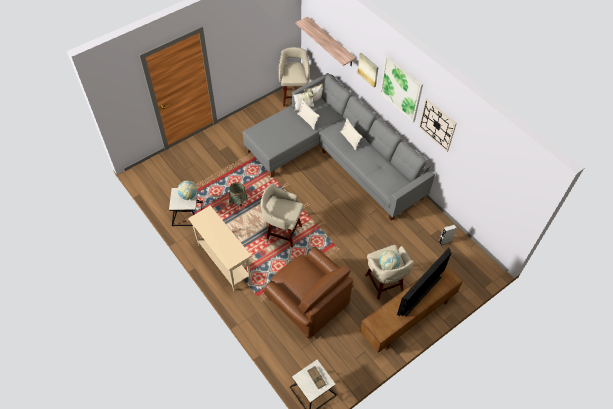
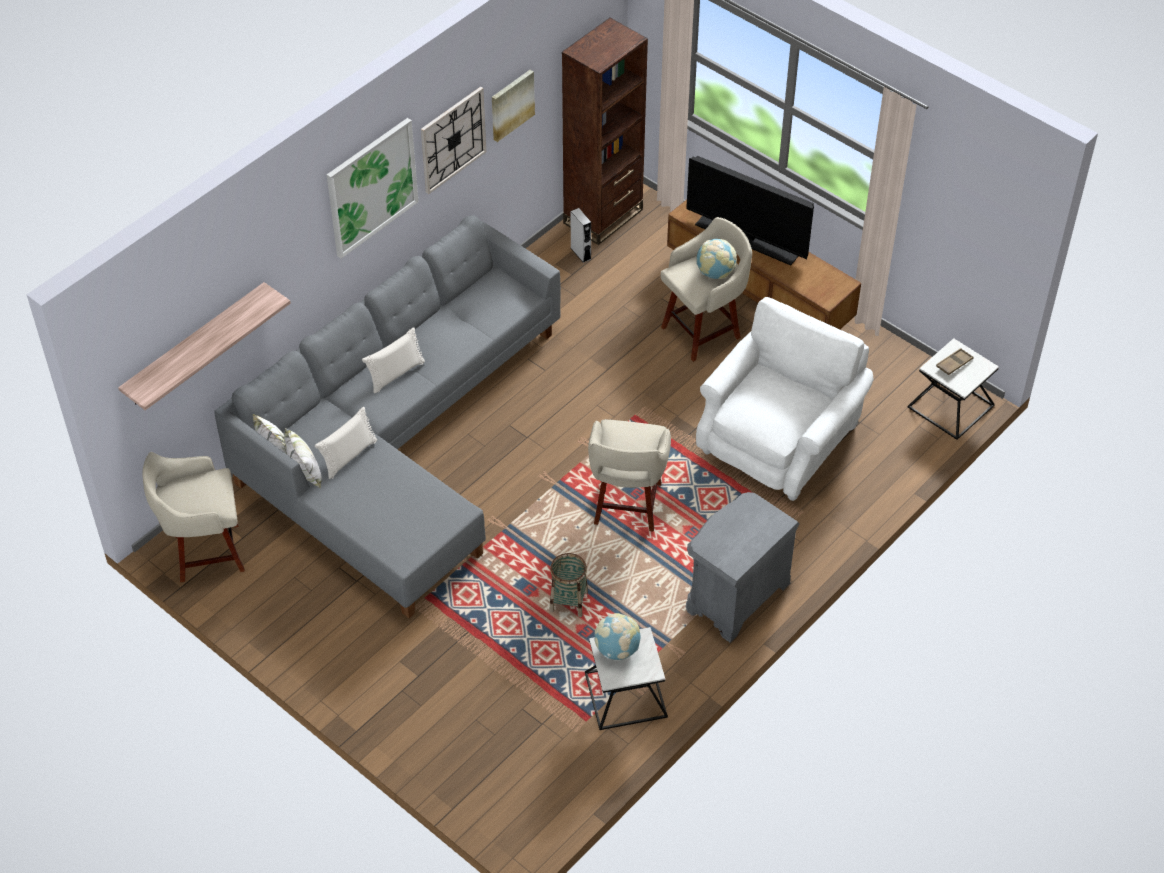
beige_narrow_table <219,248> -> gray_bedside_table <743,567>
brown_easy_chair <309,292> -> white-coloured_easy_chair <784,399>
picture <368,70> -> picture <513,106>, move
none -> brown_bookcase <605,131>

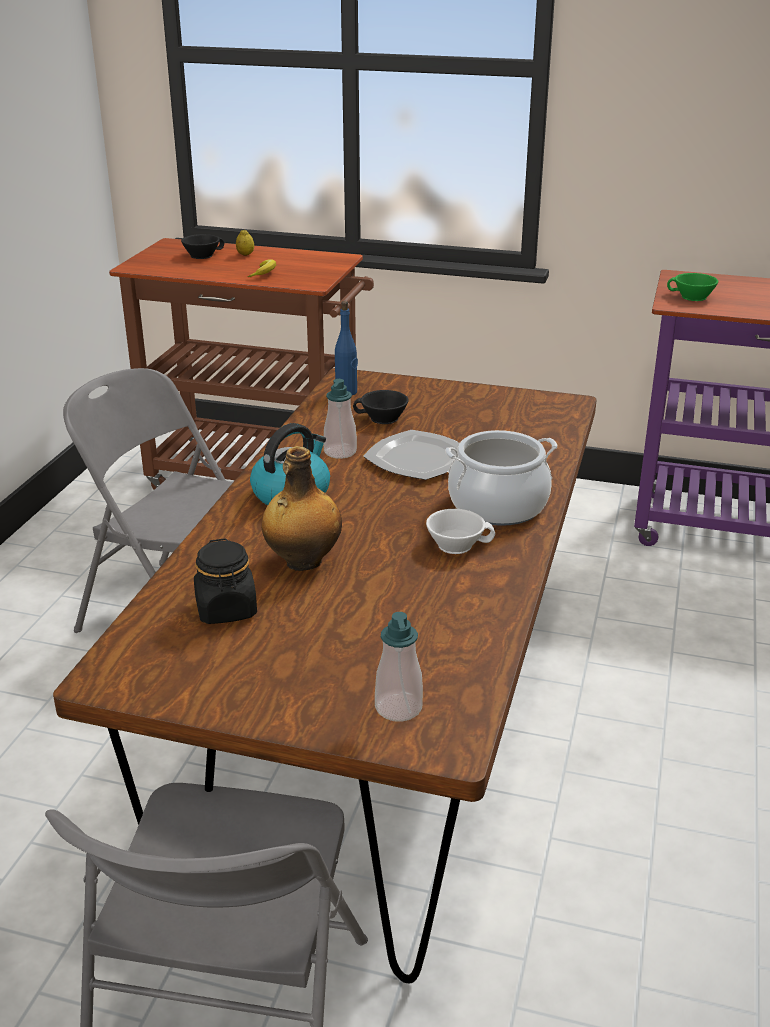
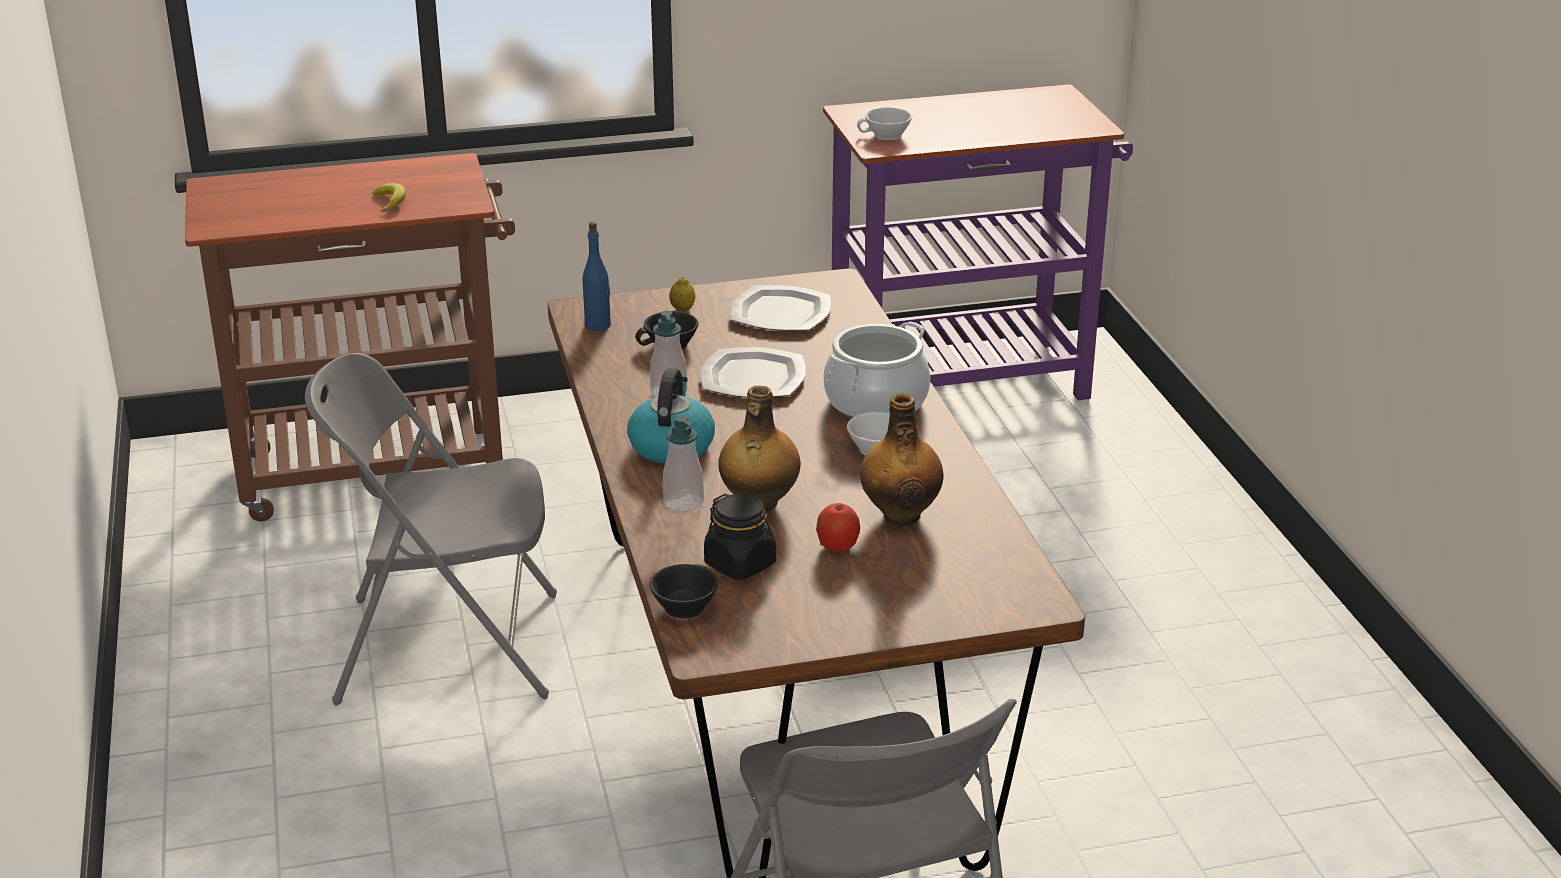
black_drinking_cup <202,246> -> black_drinking_cup <684,591>, move
whole_lemon <245,242> -> whole_lemon <682,294>, move
soap_dispenser <399,667> -> soap_dispenser <683,463>, move
greenish_drinking_cup <692,287> -> white-coloured_drinking_cup <884,123>
none -> plate <780,308>
none -> apple <838,527>
none -> drink_bottle <902,459>

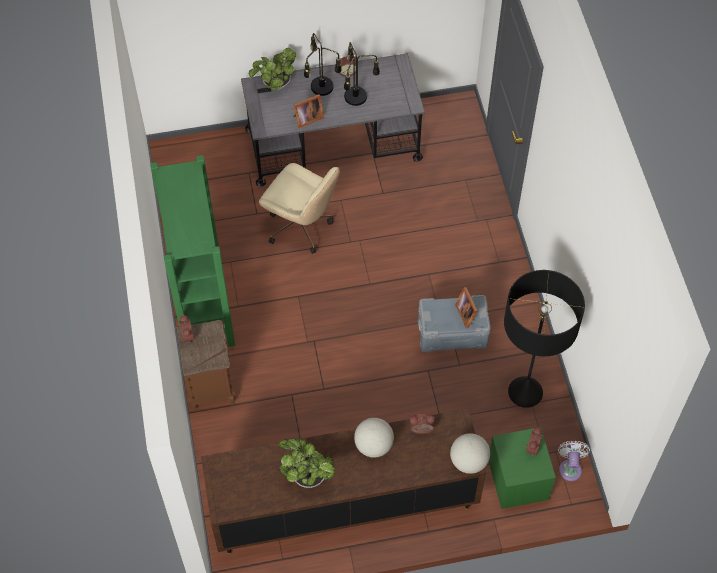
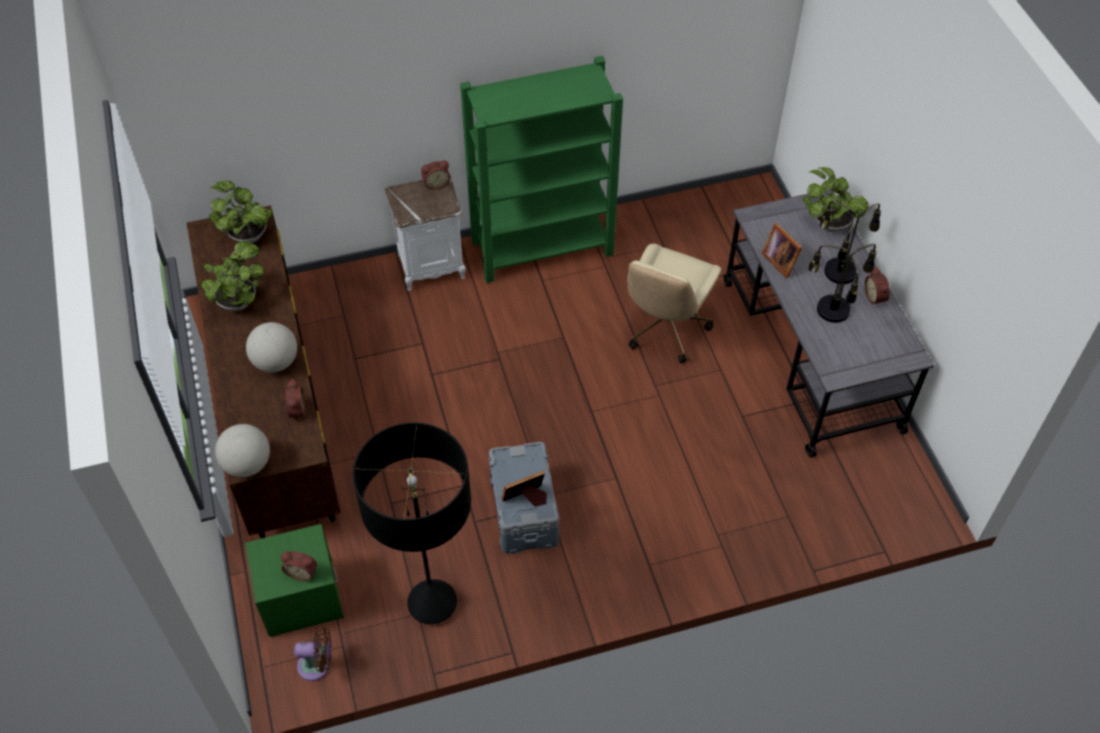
brown_bedside_table <206,365> -> white-coloured_bedside_table <425,233>
white-coloured_cooling_fan <574,461> -> brown_cooling_fan <313,654>
none -> houseplant <241,212>

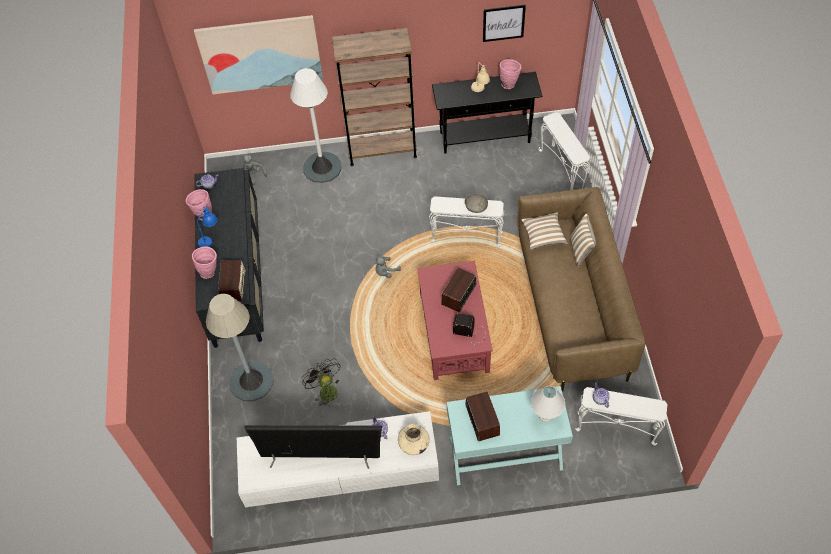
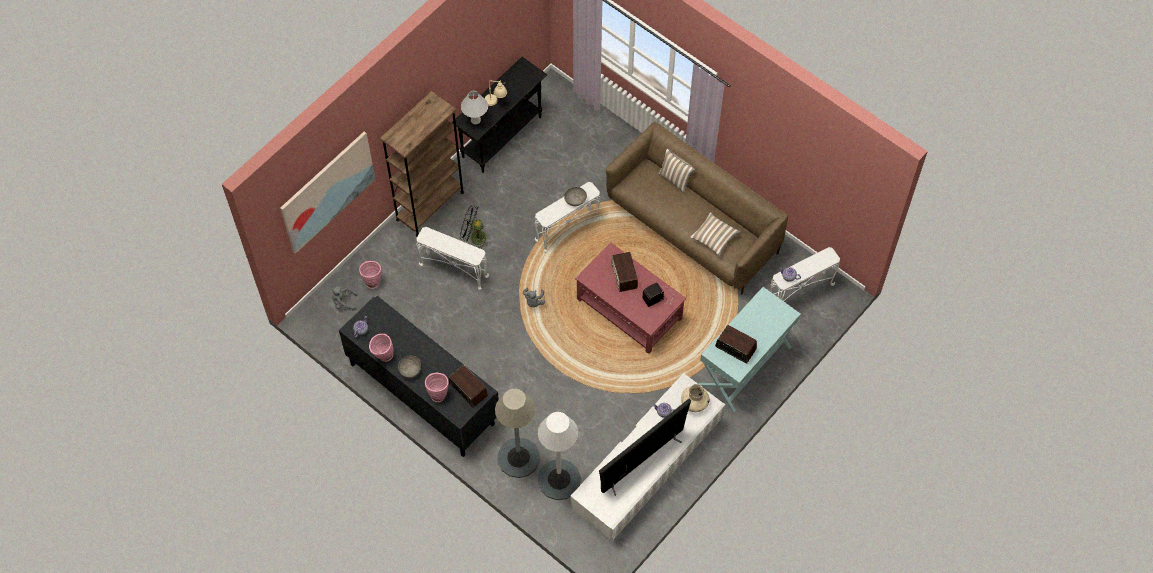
blue_tabletop_lamp <207,227> -> gray_serving_bowl <409,366>
white-coloured_standard_lamp <316,125> -> white-coloured_standard_lamp <559,456>, move
black_cooling_fan <321,382> -> black_cooling_fan <475,226>, move
picture <504,23> -> none
pink_vase <510,74> -> pink_vase <370,275>, move
pillow <544,231> -> pillow <715,234>, move
white-coloured_tabletop_lamp <548,404> -> white-coloured_tabletop_lamp <474,108>, move
white-coloured_side_table <564,151> -> white-coloured_side_table <452,258>, move

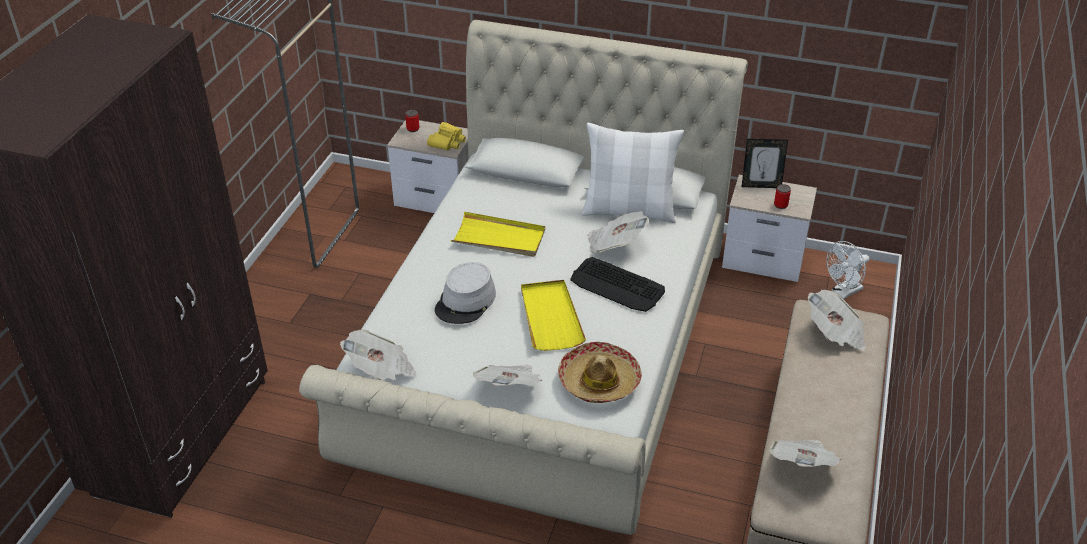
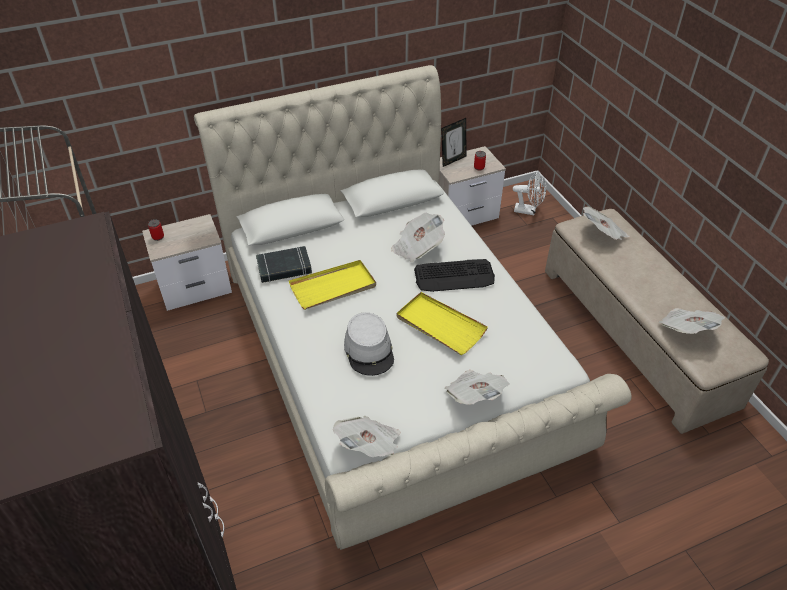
yellow-coloured_field_glasses <446,136> -> none
wearable_hat <600,372> -> none
white-coloured_pillow <632,173> -> none
white-coloured_cooling_fan <848,270> -> white-coloured_cooling_fan <529,193>, 90 degrees counterclockwise
none -> black_bound_book <284,264>

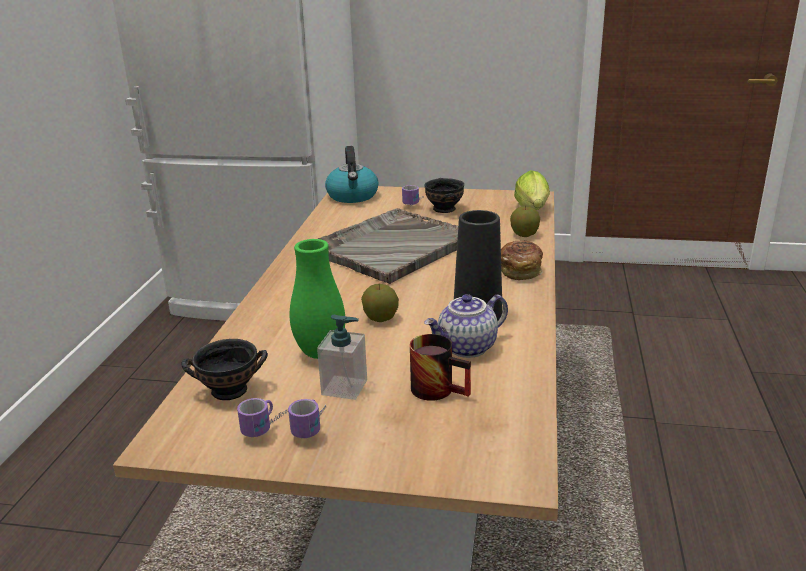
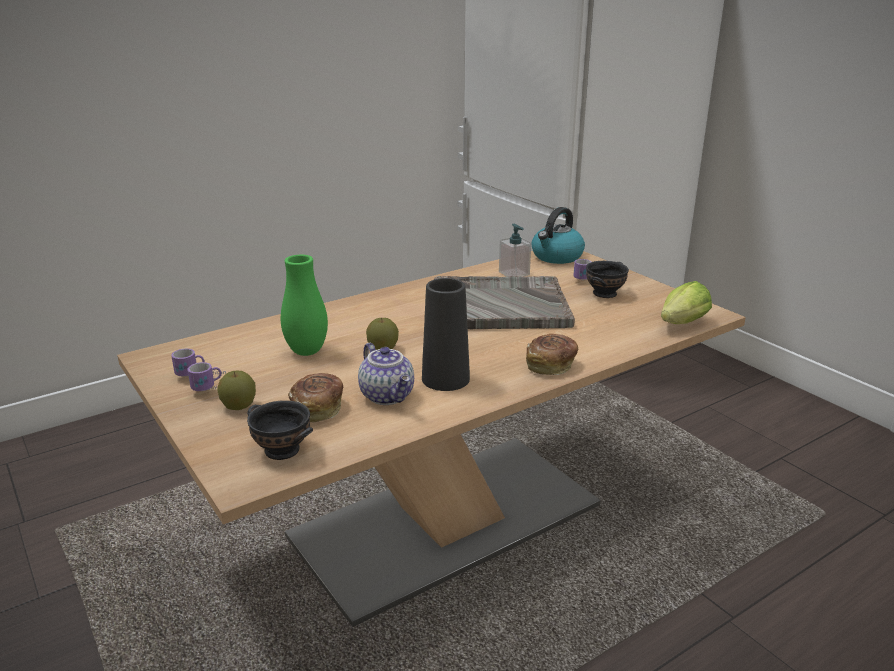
black_serving_bowl <224,369> -> black_serving_bowl <280,430>, move
soap_dispenser <342,357> -> soap_dispenser <515,250>, move
coffee_mug <440,367> -> bakery_bread <315,397>
tea_pot <466,326> -> tea_pot <386,374>, 135 degrees counterclockwise
apple <525,222> -> apple <236,390>, move

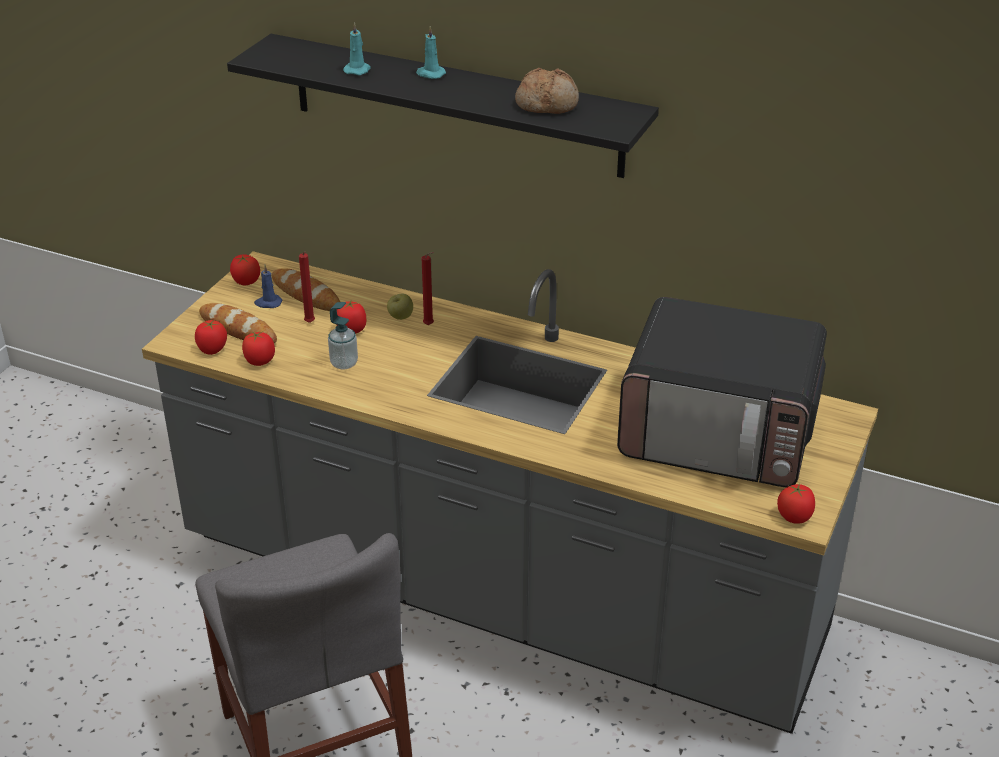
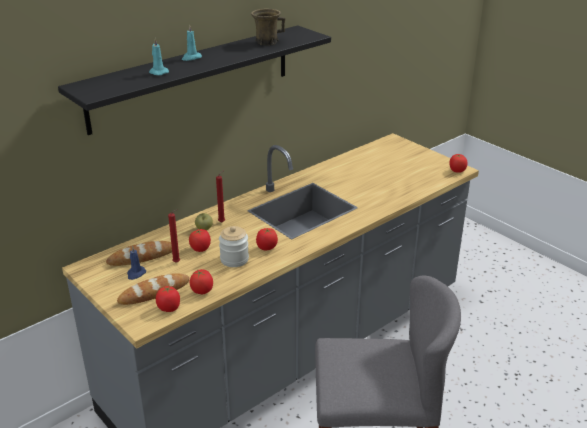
fresh_tomato <245,269> -> fresh_tomato <267,239>, move
soap_dispenser <343,336> -> preserve_jar <234,246>
bakery_bread <547,91> -> brown_coffee_mug <268,27>
microwave <722,392> -> none

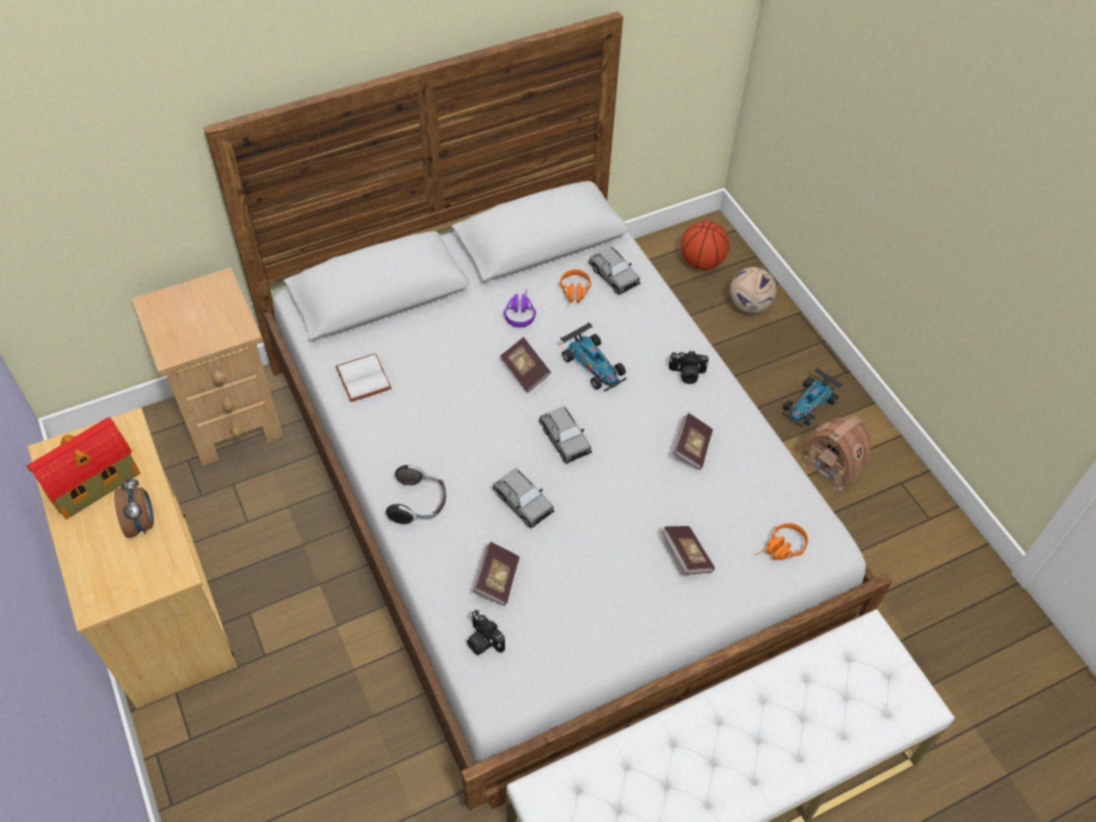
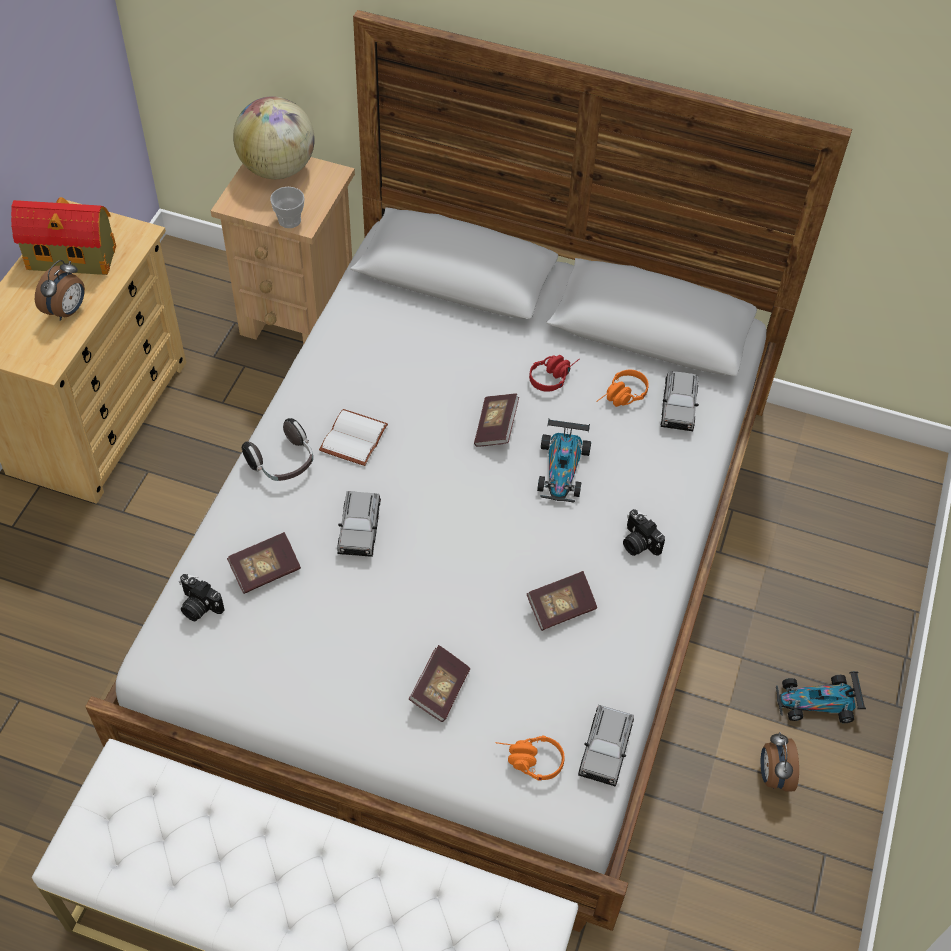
white-coloured_bound_book <363,377> -> white-coloured_bound_book <353,437>, move
still_camera <486,632> -> still_camera <202,598>, 60 degrees counterclockwise
purple-coloured_headset <520,308> -> red_headset <554,373>
gray_model_car <565,435> -> gray_model_car <606,746>, move
basketball <705,245> -> none
football_ball <753,290> -> none
miniature_house <835,453> -> bedside_clock <780,761>
none -> globe <274,137>
none -> drinking_cup <287,207>

